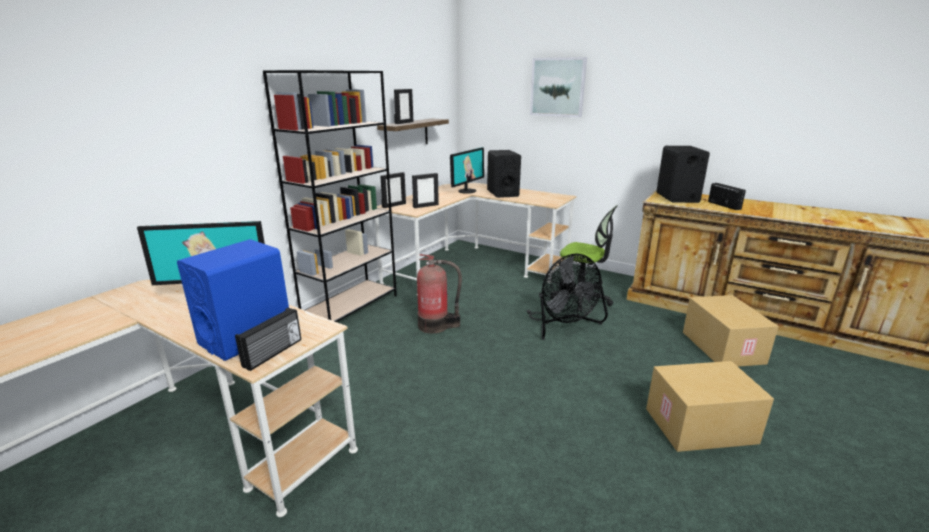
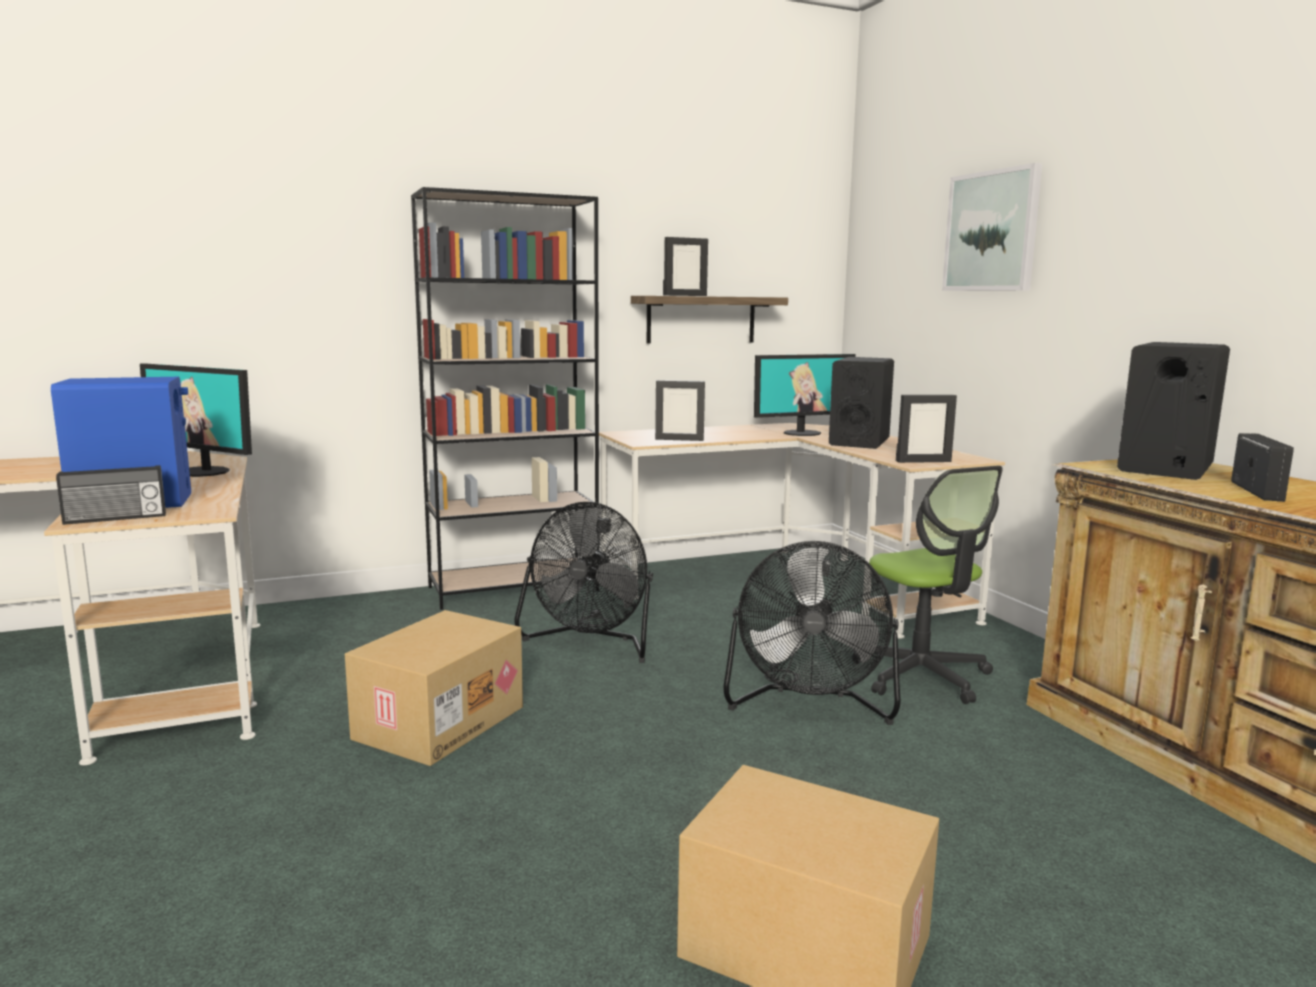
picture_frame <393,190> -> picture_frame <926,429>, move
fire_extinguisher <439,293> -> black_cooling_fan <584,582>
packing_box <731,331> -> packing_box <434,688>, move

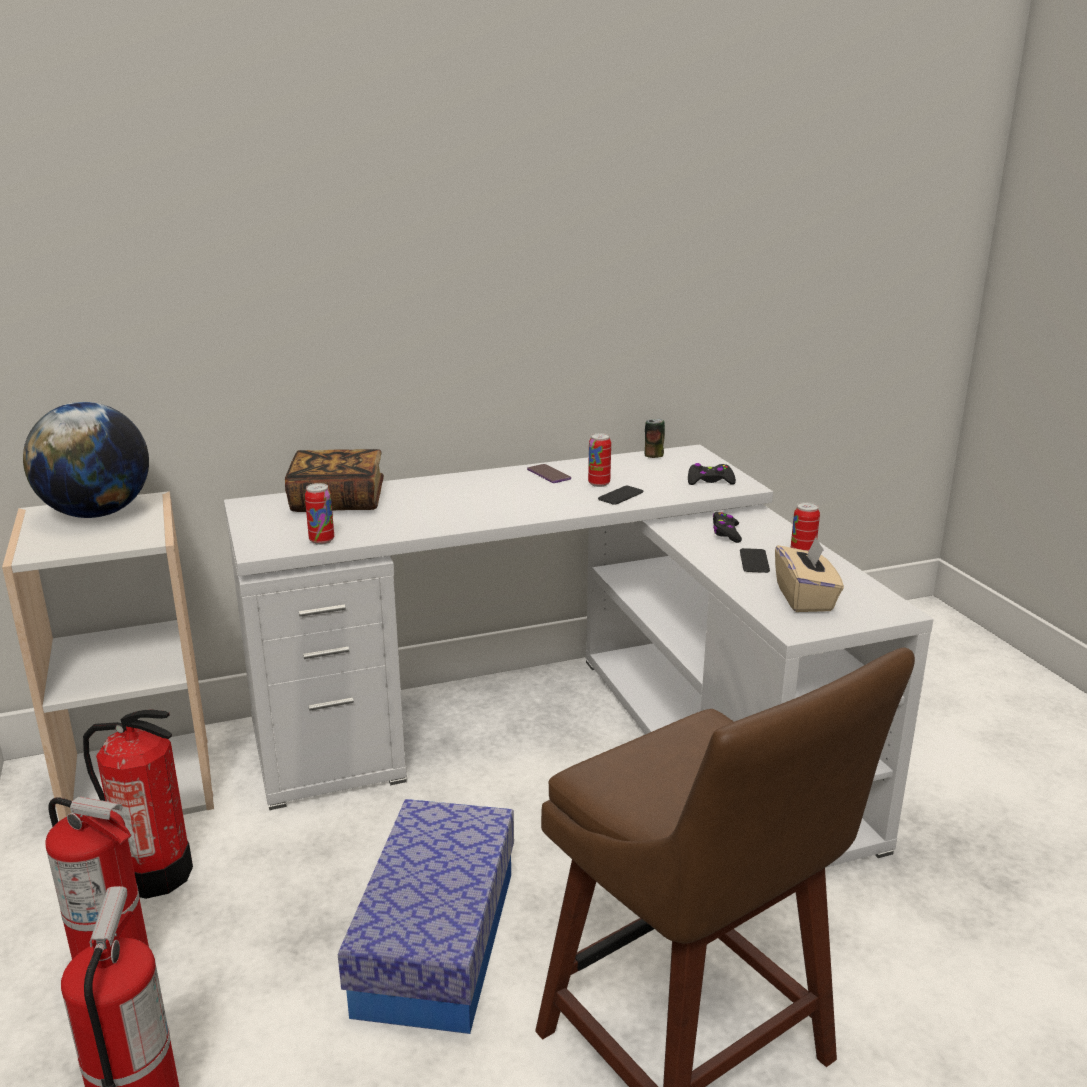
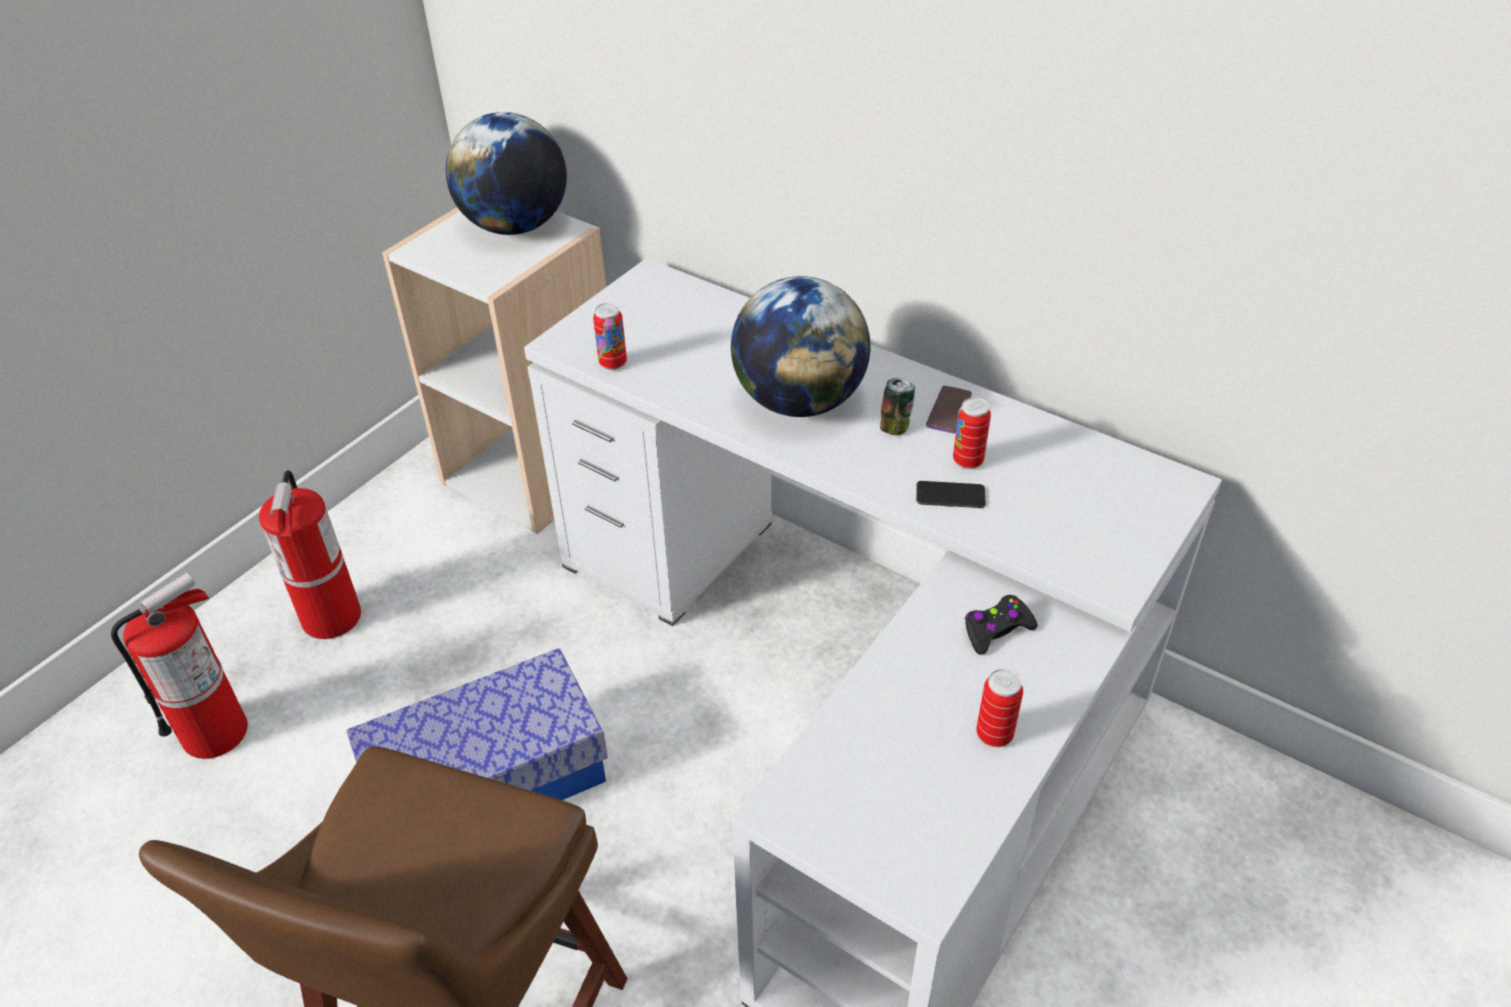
fire_extinguisher <138,804> -> none
bound_book <334,480> -> none
metal_can <655,438> -> metal_can <897,406>, move
black_joypad <712,474> -> none
telephone <755,560> -> none
beige_tissue_holder <809,574> -> none
none -> globe <800,346>

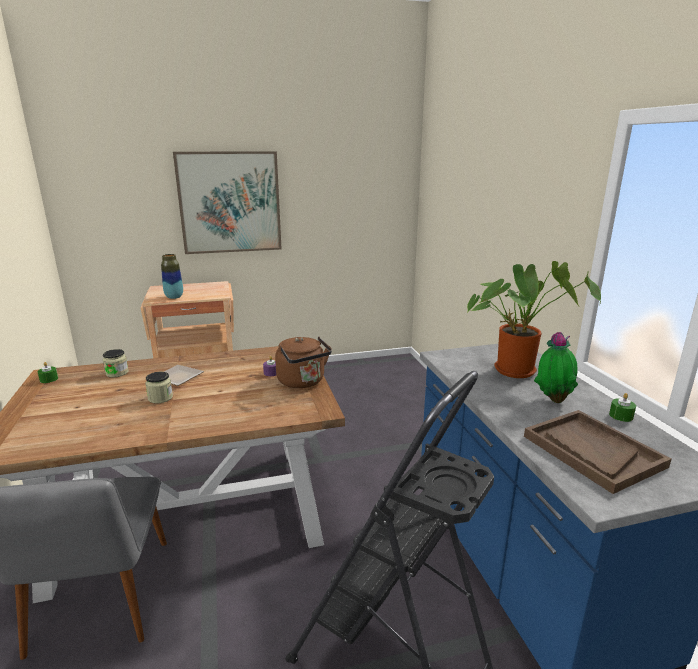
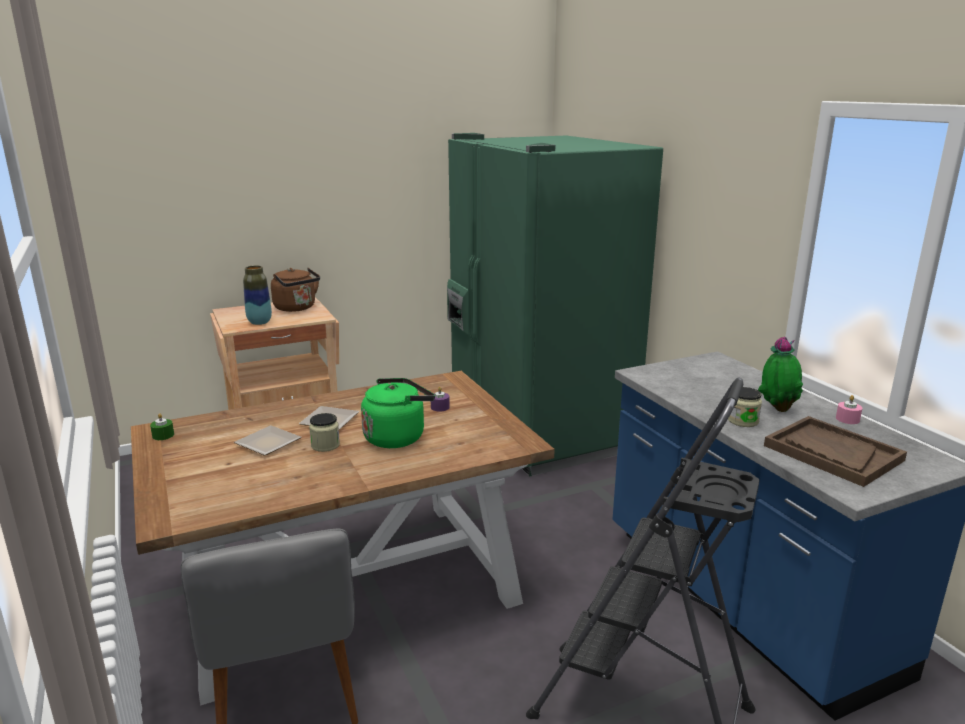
preserve_jar <116,363> -> preserve_jar <745,407>, move
picture <227,202> -> none
brown_kettle <303,362> -> brown_kettle <295,290>, move
houseplant <534,319> -> none
greenish_wax_light <622,407> -> pink_wax_light <849,409>
none -> plate <268,440>
none -> greenish_kettle <398,413>
none -> greenish_refrigerator <555,305>

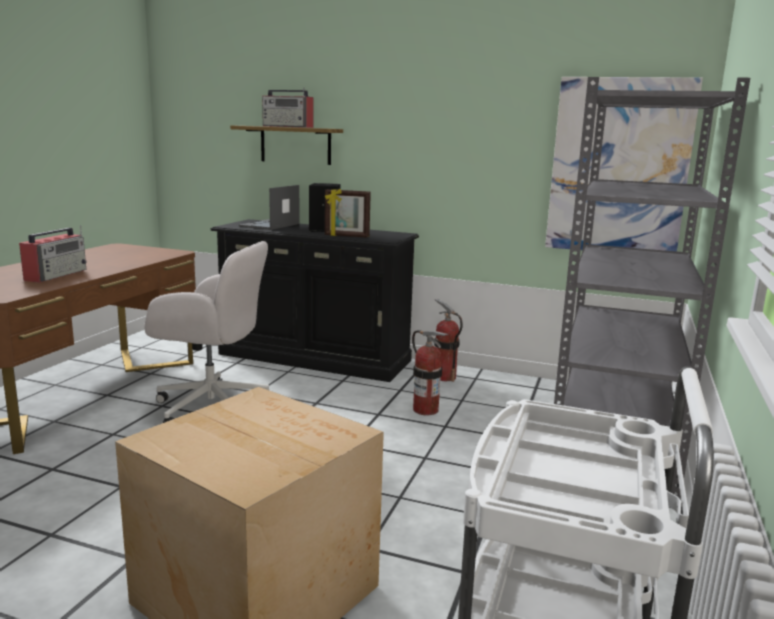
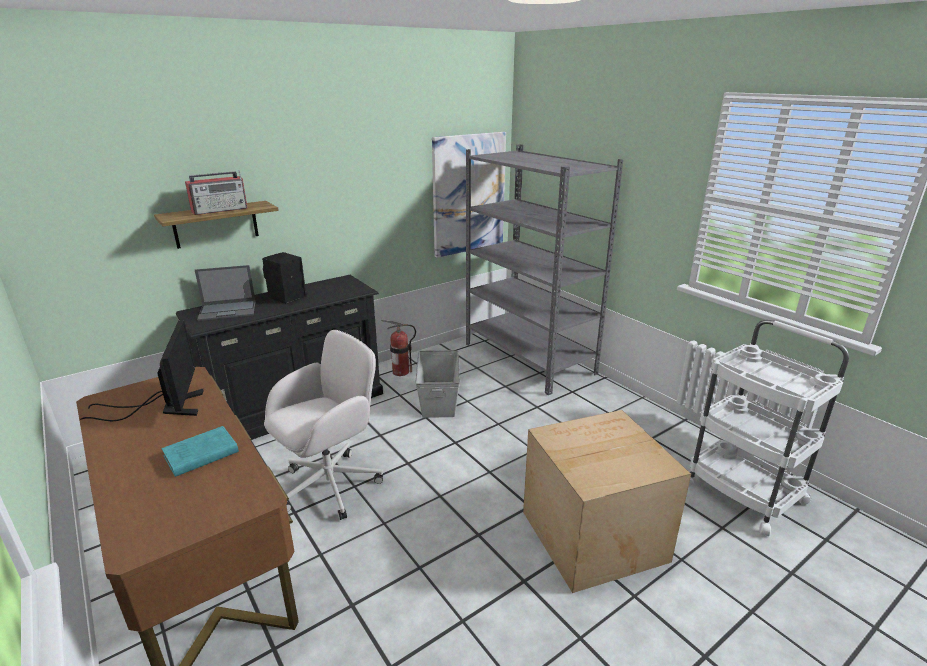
radio_receiver <53,254> -> turquoise-coloured_bound_book <200,451>
notebook_computer <269,207> -> notebook_computer <225,293>, 75 degrees counterclockwise
picture_frame <348,213> -> none
fire_extinguisher <430,372> -> gray_storage_bin <437,384>
none -> computer_screen <142,370>

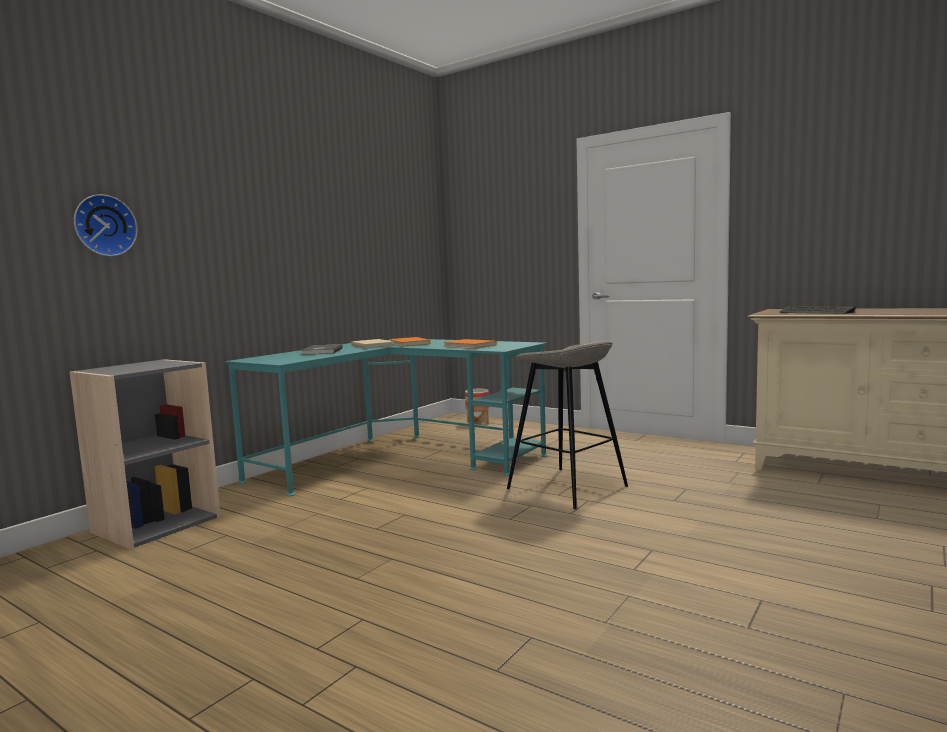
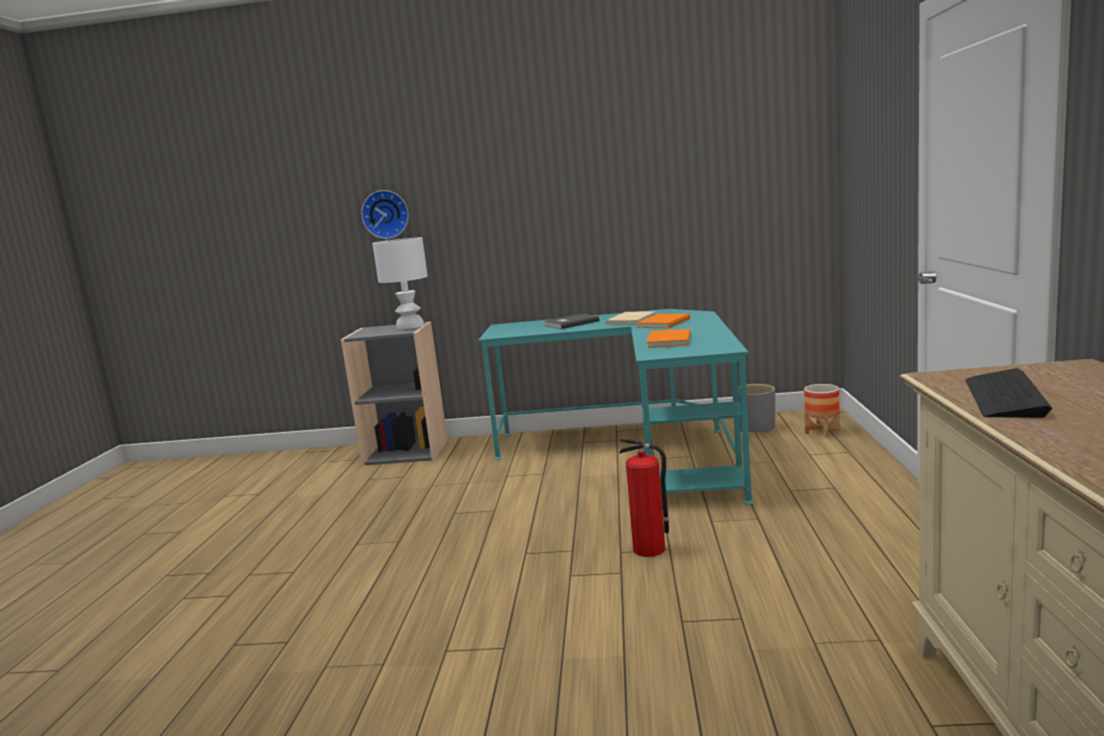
gray_stool_seat <567,425> -> fire_extinguisher <644,497>
none -> white-coloured_tabletop_lamp <400,283>
none -> gray_flower_pot <756,408>

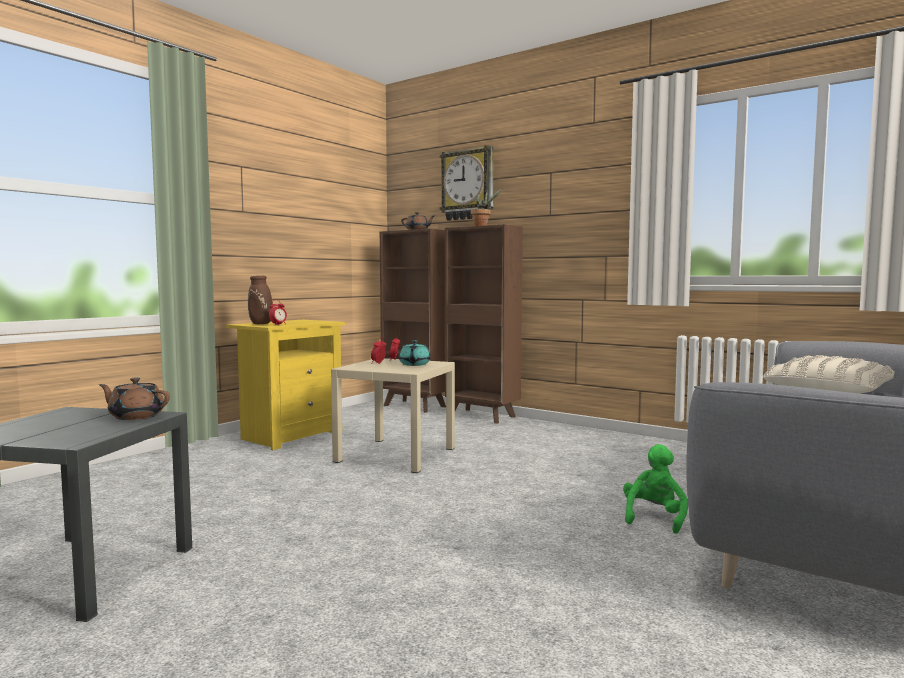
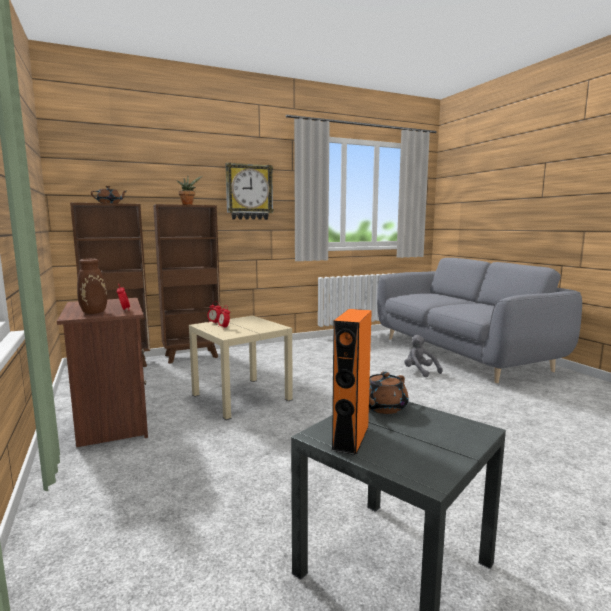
yellow-coloured_bedside_table <285,385> -> brown_bedside_table <102,372>
turquoise-coloured_tea_pot <415,353> -> none
clock_on_the_wall <467,183> -> clock_on_the_wall <249,191>, move
greenish_plush_toy <655,489> -> gray_plush_toy <424,356>
beige_pillow <828,374> -> none
none -> orangey_speaker <351,382>

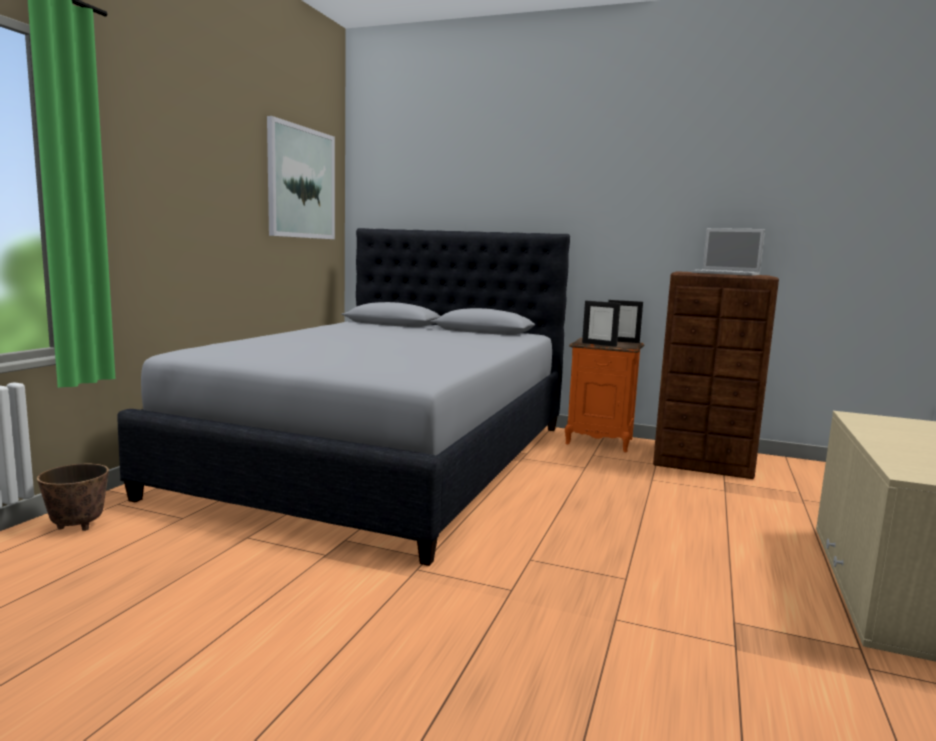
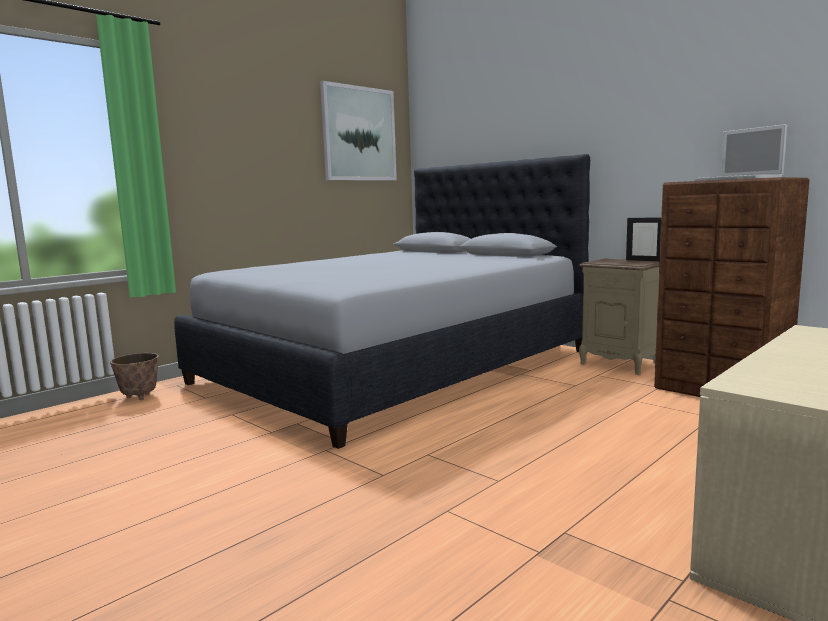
orangey_bedside_table <604,395> -> beige_bedside_table <619,316>
picture_frame <601,324> -> none

